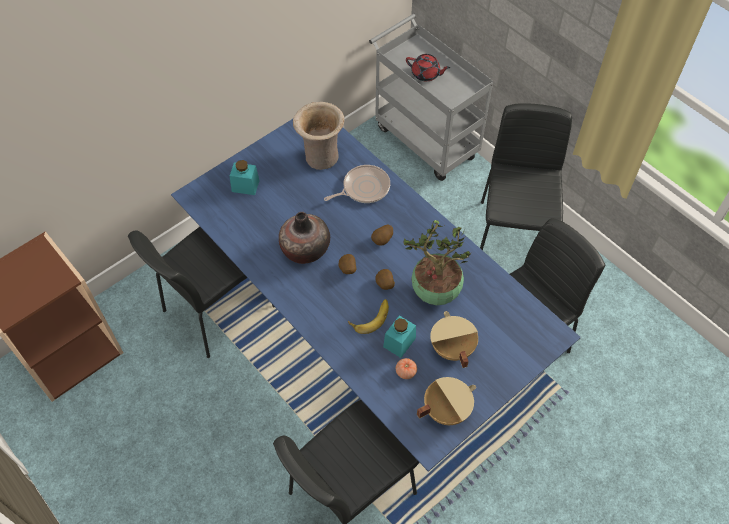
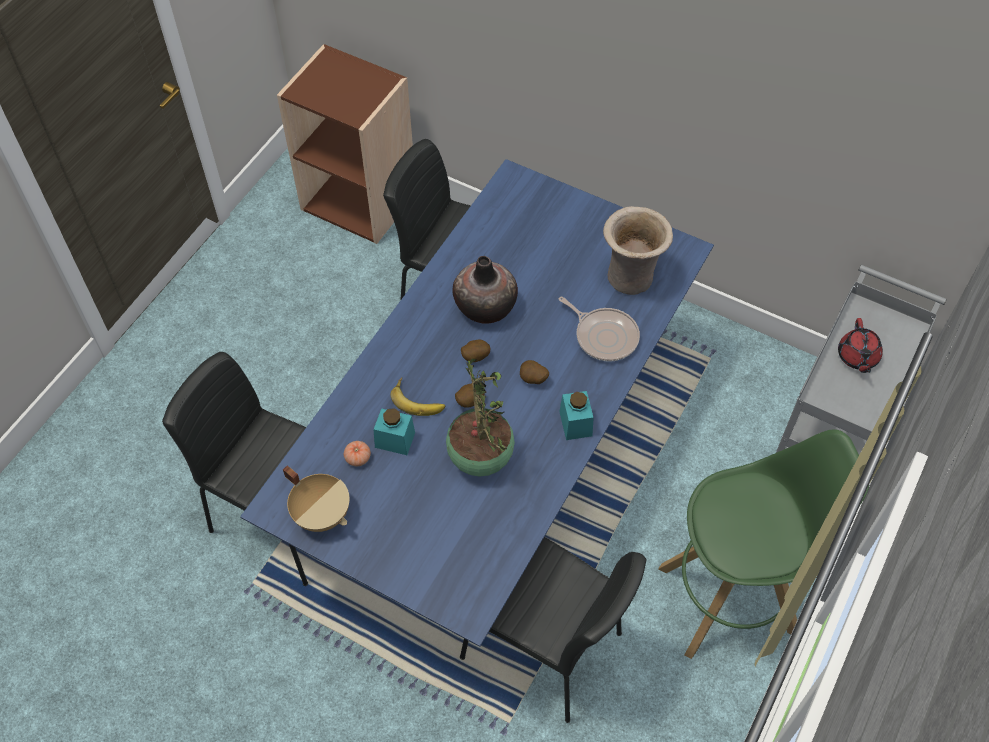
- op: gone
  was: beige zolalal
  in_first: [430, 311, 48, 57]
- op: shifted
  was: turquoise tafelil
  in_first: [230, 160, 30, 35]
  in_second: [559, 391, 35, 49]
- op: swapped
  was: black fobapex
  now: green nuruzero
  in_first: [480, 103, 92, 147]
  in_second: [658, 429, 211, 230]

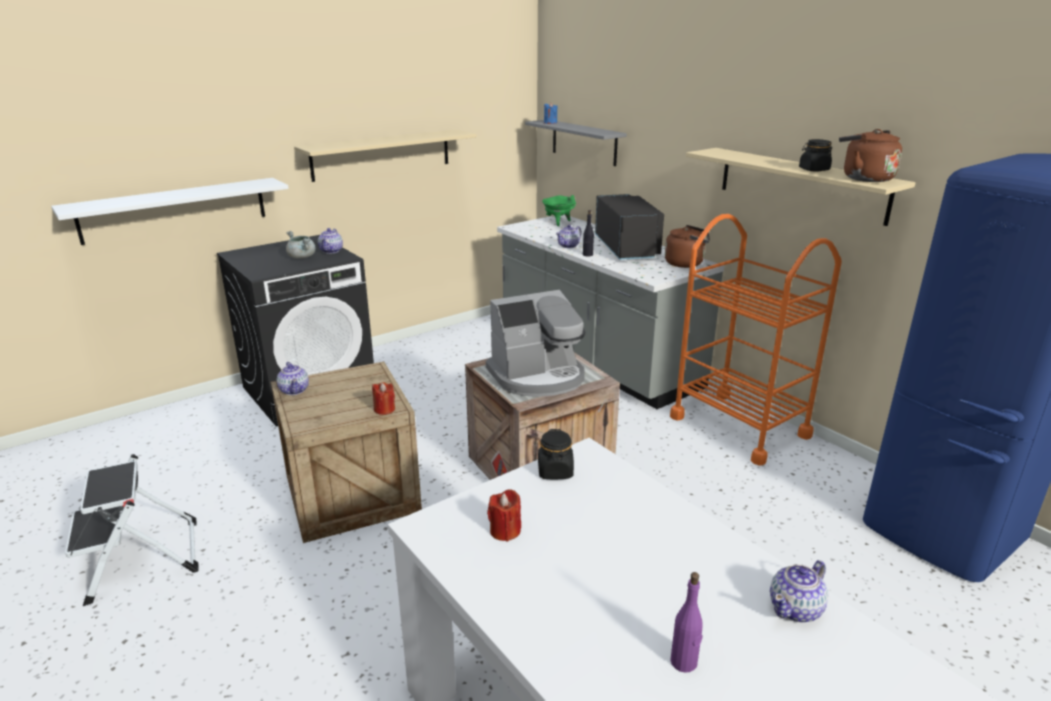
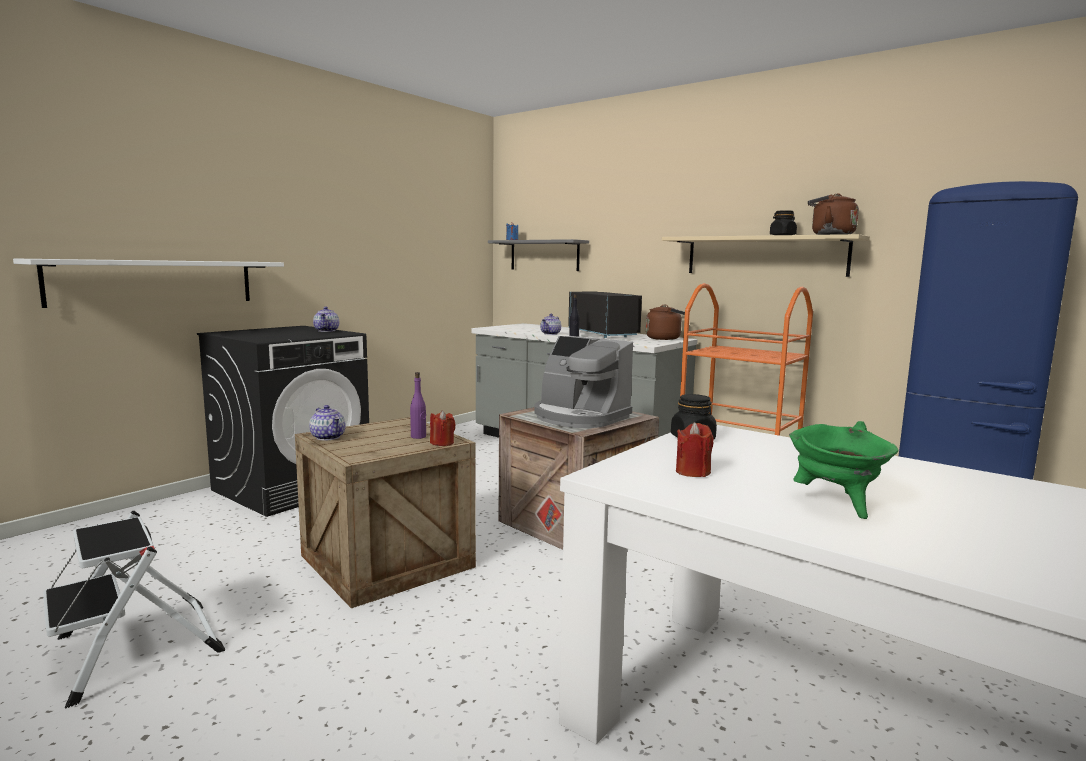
- op: gone
  was: grey zolalal
  in_first: [286, 231, 30, 28]
- op: gone
  was: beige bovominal
  in_first: [294, 129, 183, 53]
- op: gone
  was: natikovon
  in_first: [770, 560, 58, 63]
- op: shifted
  was: green zolalal
  in_first: [542, 195, 34, 31]
  in_second: [789, 421, 109, 98]
- op: shifted
  was: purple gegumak
  in_first: [670, 572, 33, 101]
  in_second: [410, 372, 16, 67]
- op: rotated
  was: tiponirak
  in_first: [486, 290, 100, 107]
  in_second: [534, 336, 99, 92]
  clockwise: 75

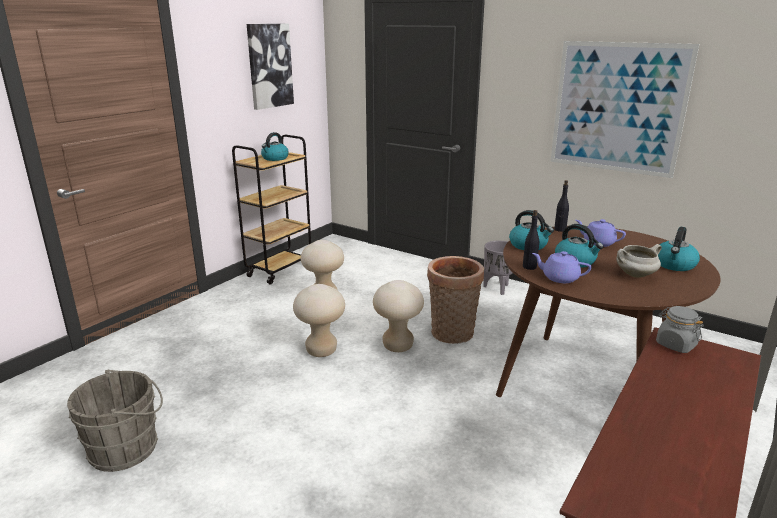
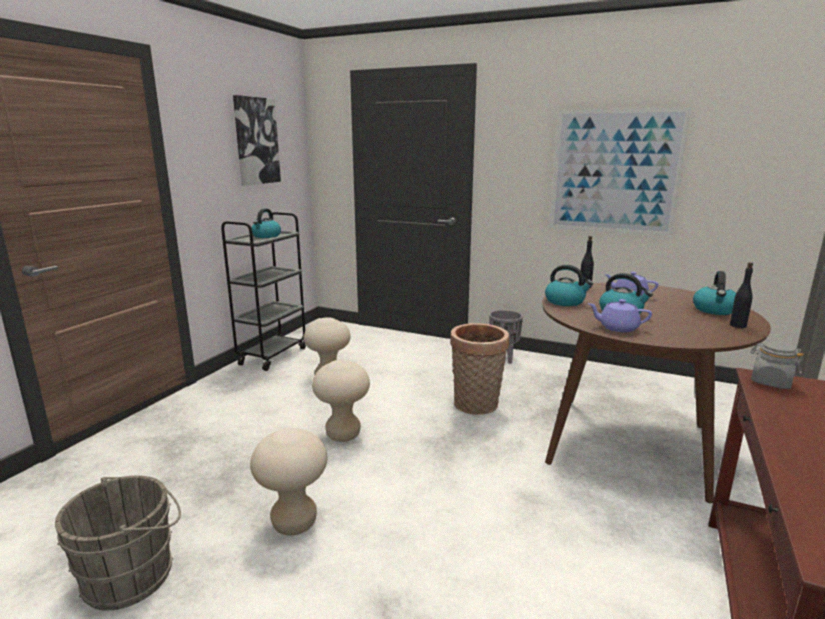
- op: gone
  was: white zolalal
  in_first: [616, 244, 46, 34]
- op: shifted
  was: beige nuruzero
  in_first: [373, 280, 51, 72]
  in_second: [250, 428, 77, 107]
- op: shifted
  was: black gegumak
  in_first: [523, 210, 16, 60]
  in_second: [730, 262, 23, 66]
- op: repainted
  was: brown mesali
  now: grey mesali
  in_first: [232, 135, 79, 149]
  in_second: [221, 212, 85, 159]

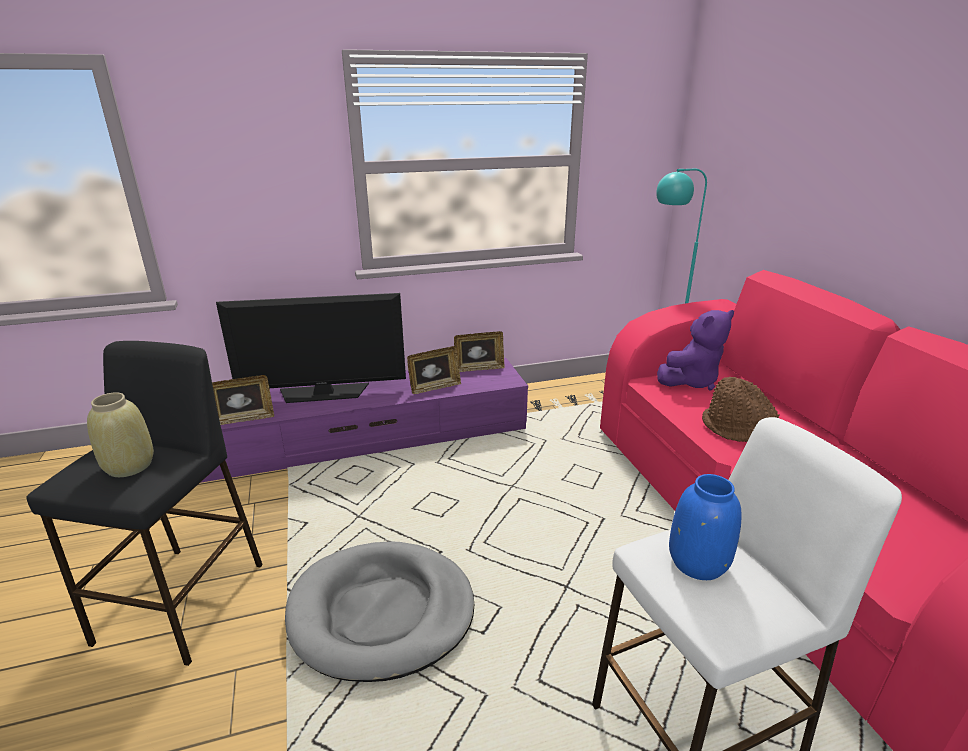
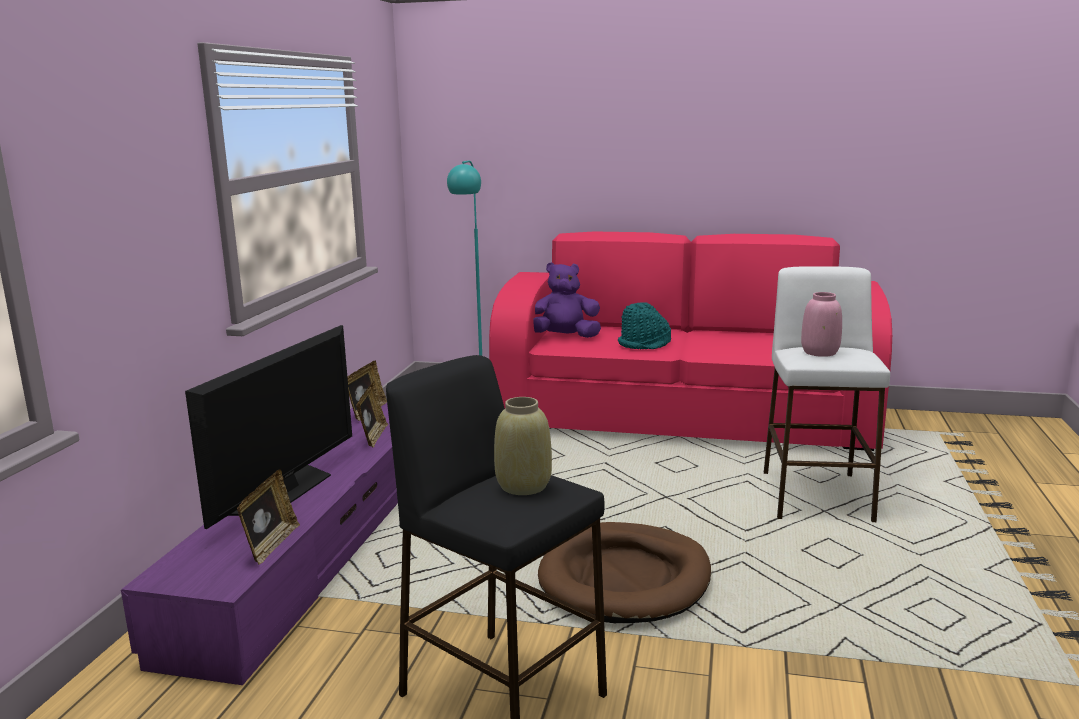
- op: repainted
  was: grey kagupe
  now: brown kagupe
  in_first: [285, 542, 189, 140]
  in_second: [538, 522, 173, 101]
- op: repainted
  was: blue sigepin
  now: pink sigepin
  in_first: [669, 474, 72, 106]
  in_second: [801, 292, 41, 65]
- op: repainted
  was: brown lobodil
  now: turquoise lobodil
  in_first: [702, 377, 77, 65]
  in_second: [618, 302, 53, 47]
- op: rotated
  was: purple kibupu
  in_first: [657, 310, 77, 80]
  in_second: [533, 262, 68, 76]
  clockwise: -90

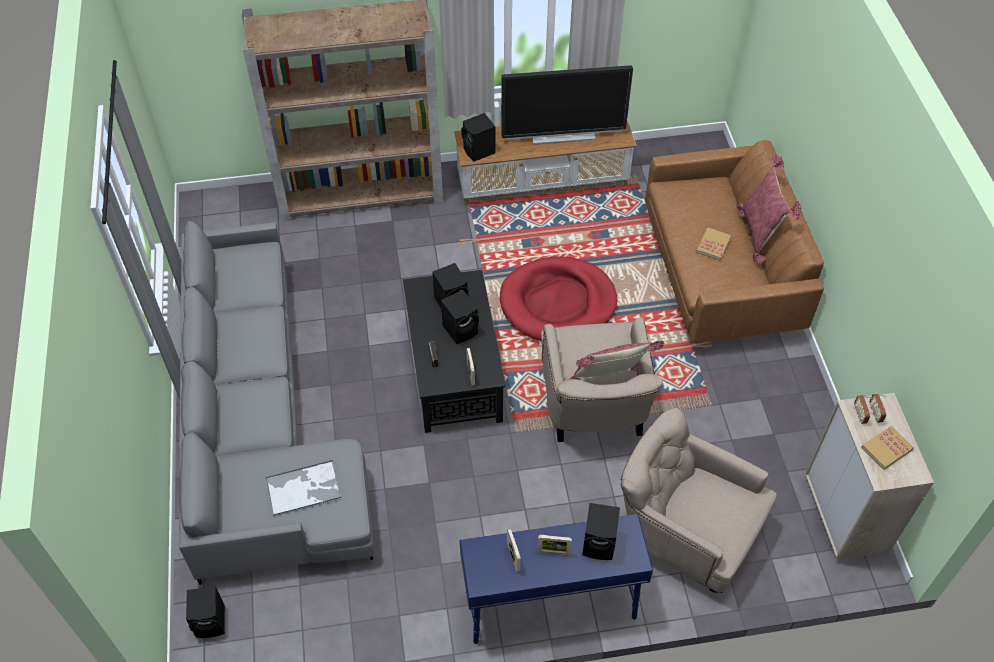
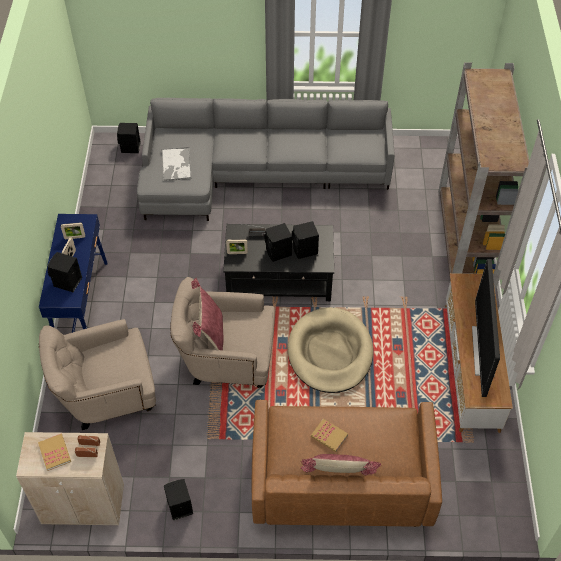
- op: shifted
  was: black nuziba
  in_first: [461, 113, 34, 49]
  in_second: [164, 479, 29, 41]
- op: repainted
  was: red kagupe
  now: beige kagupe
  in_first: [500, 256, 117, 85]
  in_second: [288, 308, 85, 85]
- op: rotated
  was: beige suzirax
  in_first: [621, 408, 156, 185]
  in_second: [39, 319, 117, 111]
  clockwise: -150

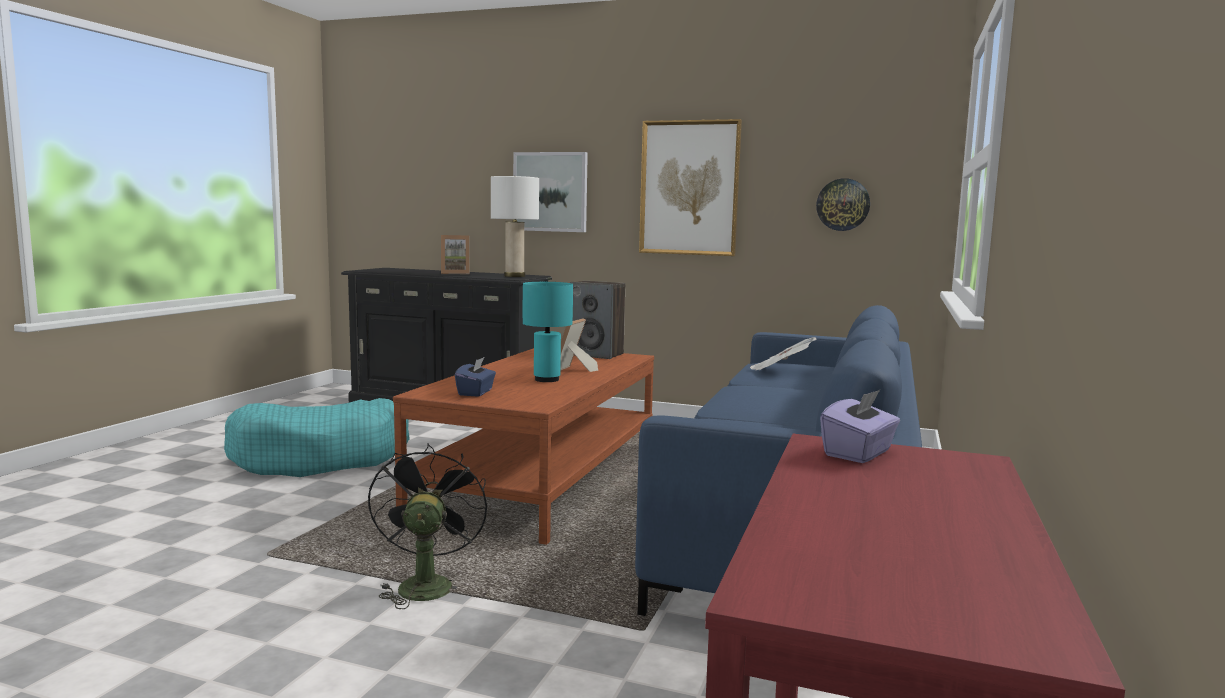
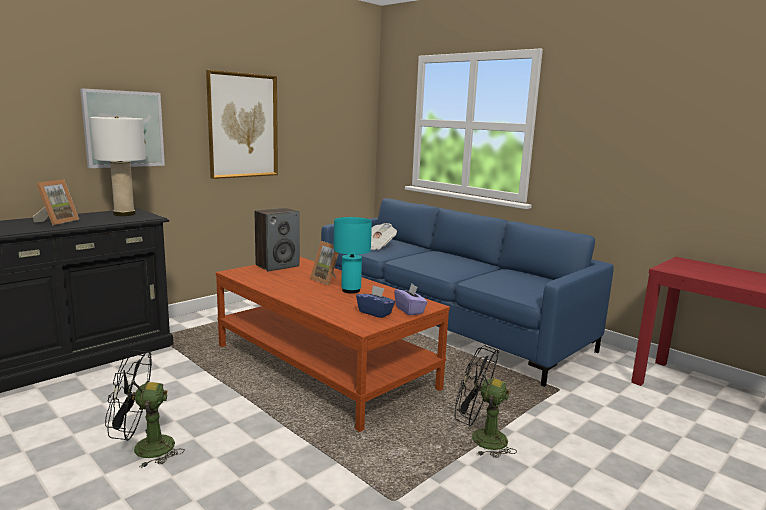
- op: gone
  was: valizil
  in_first: [816, 178, 54, 53]
- op: shifted
  was: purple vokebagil
  in_first: [820, 390, 80, 73]
  in_second: [394, 284, 34, 31]
- op: swapped
  was: turquoise kagupe
  now: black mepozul
  in_first: [224, 398, 186, 79]
  in_second: [105, 350, 80, 118]

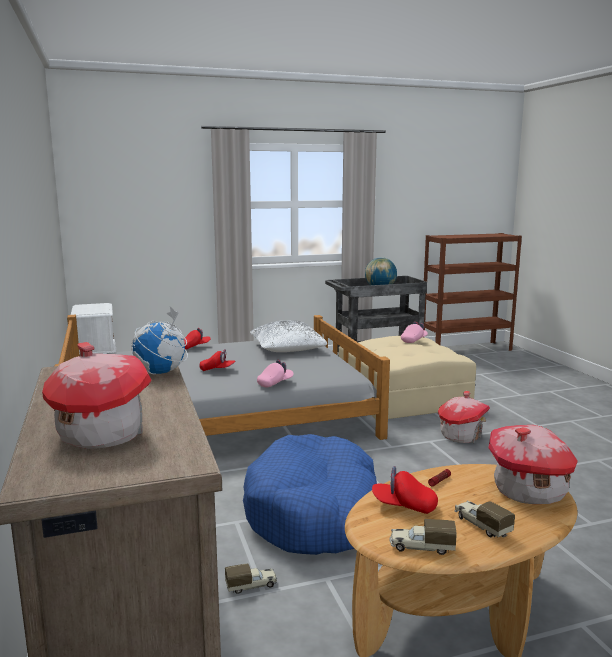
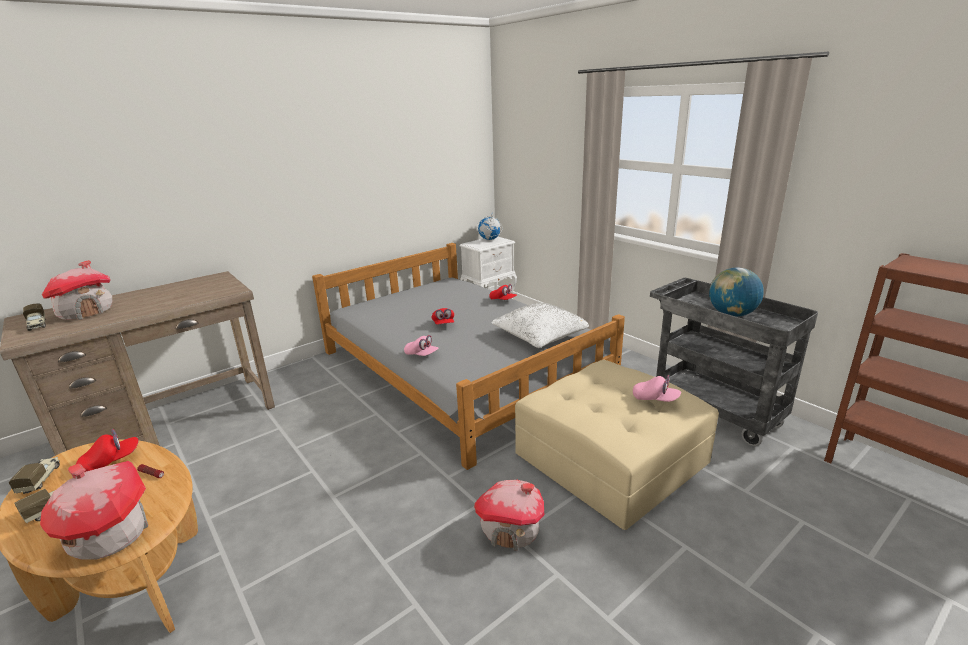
- op: gone
  was: blue kagupe
  in_first: [243, 434, 134, 121]
- op: shifted
  was: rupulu
  in_first: [131, 307, 57, 67]
  in_second: [477, 214, 26, 26]
- op: shifted
  was: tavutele
  in_first: [225, 563, 52, 31]
  in_second: [23, 304, 23, 27]
- op: rotated
  was: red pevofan
  in_first: [372, 466, 66, 48]
  in_second: [76, 429, 63, 43]
  clockwise: 60

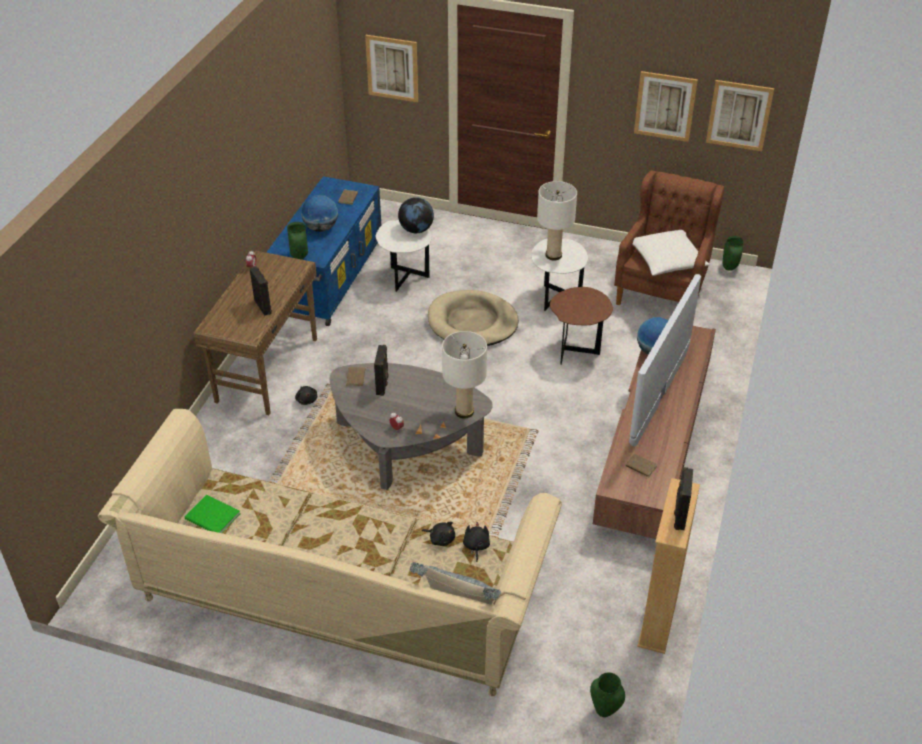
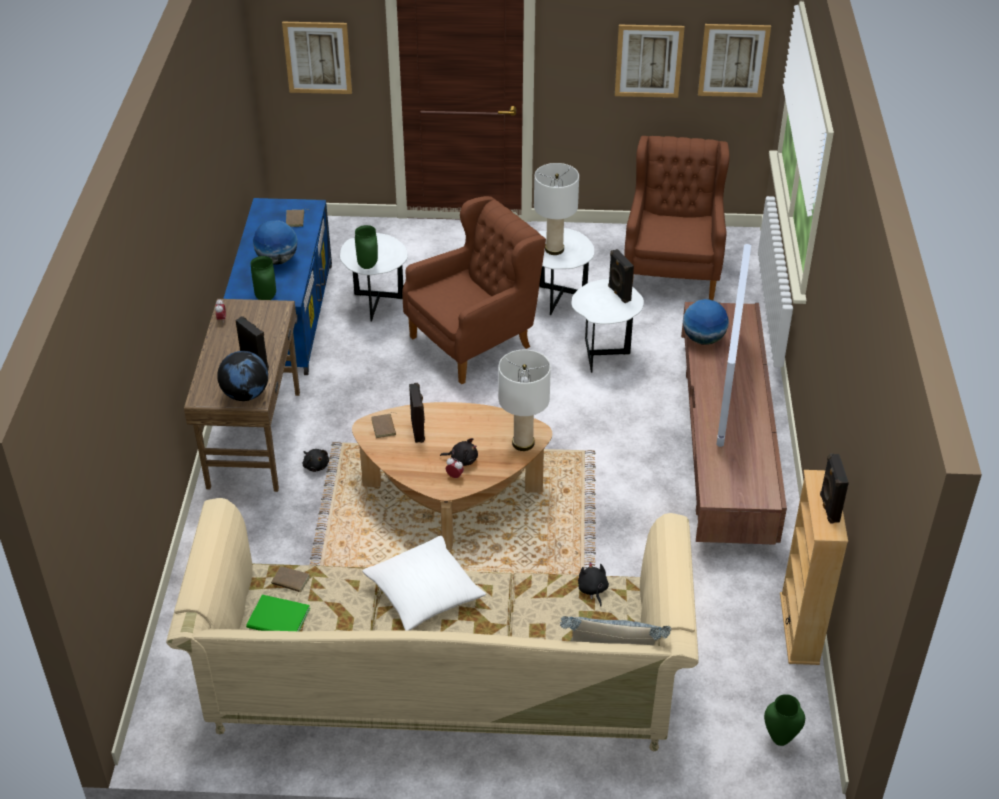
- op: new
  now: black nuziba
  in_second: [608, 249, 26, 54]
- op: shifted
  was: rupulu
  in_first: [398, 197, 36, 36]
  in_second: [217, 351, 51, 50]
- op: shifted
  was: black kibupu
  in_first: [422, 522, 33, 24]
  in_second: [440, 438, 38, 28]
- op: shifted
  was: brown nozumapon
  in_first: [626, 454, 31, 24]
  in_second: [271, 566, 39, 30]
- op: shifted
  was: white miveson
  in_first: [632, 230, 78, 46]
  in_second: [362, 536, 124, 94]
- op: shifted
  was: green sigepin
  in_first: [722, 236, 21, 35]
  in_second: [355, 225, 23, 44]
- op: swapped
  was: beige kagupe
  now: brown suzirax
  in_first: [428, 290, 91, 56]
  in_second: [402, 196, 144, 189]
- op: repainted
  was: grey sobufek
  now: brown sobufek
  in_first: [330, 363, 163, 127]
  in_second: [352, 402, 200, 148]
- op: repainted
  was: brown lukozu
  now: white lukozu
  in_first: [550, 287, 63, 78]
  in_second: [571, 279, 73, 94]

